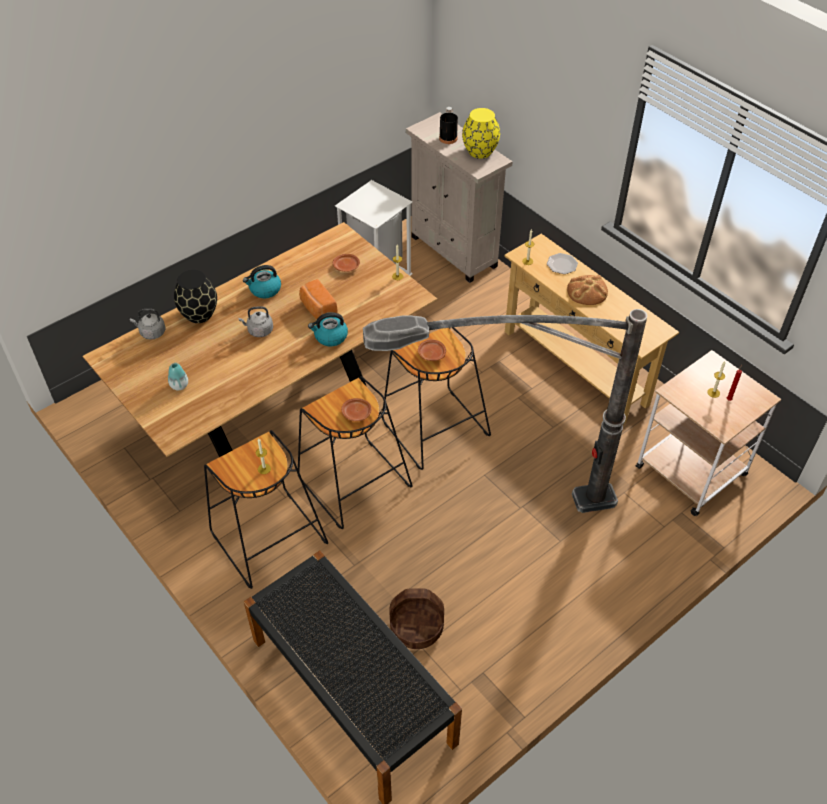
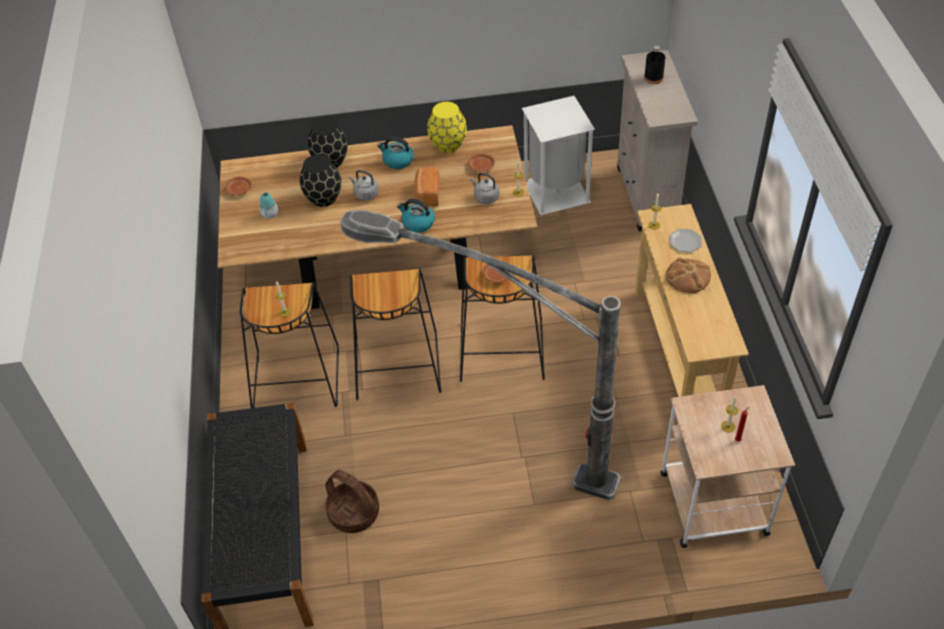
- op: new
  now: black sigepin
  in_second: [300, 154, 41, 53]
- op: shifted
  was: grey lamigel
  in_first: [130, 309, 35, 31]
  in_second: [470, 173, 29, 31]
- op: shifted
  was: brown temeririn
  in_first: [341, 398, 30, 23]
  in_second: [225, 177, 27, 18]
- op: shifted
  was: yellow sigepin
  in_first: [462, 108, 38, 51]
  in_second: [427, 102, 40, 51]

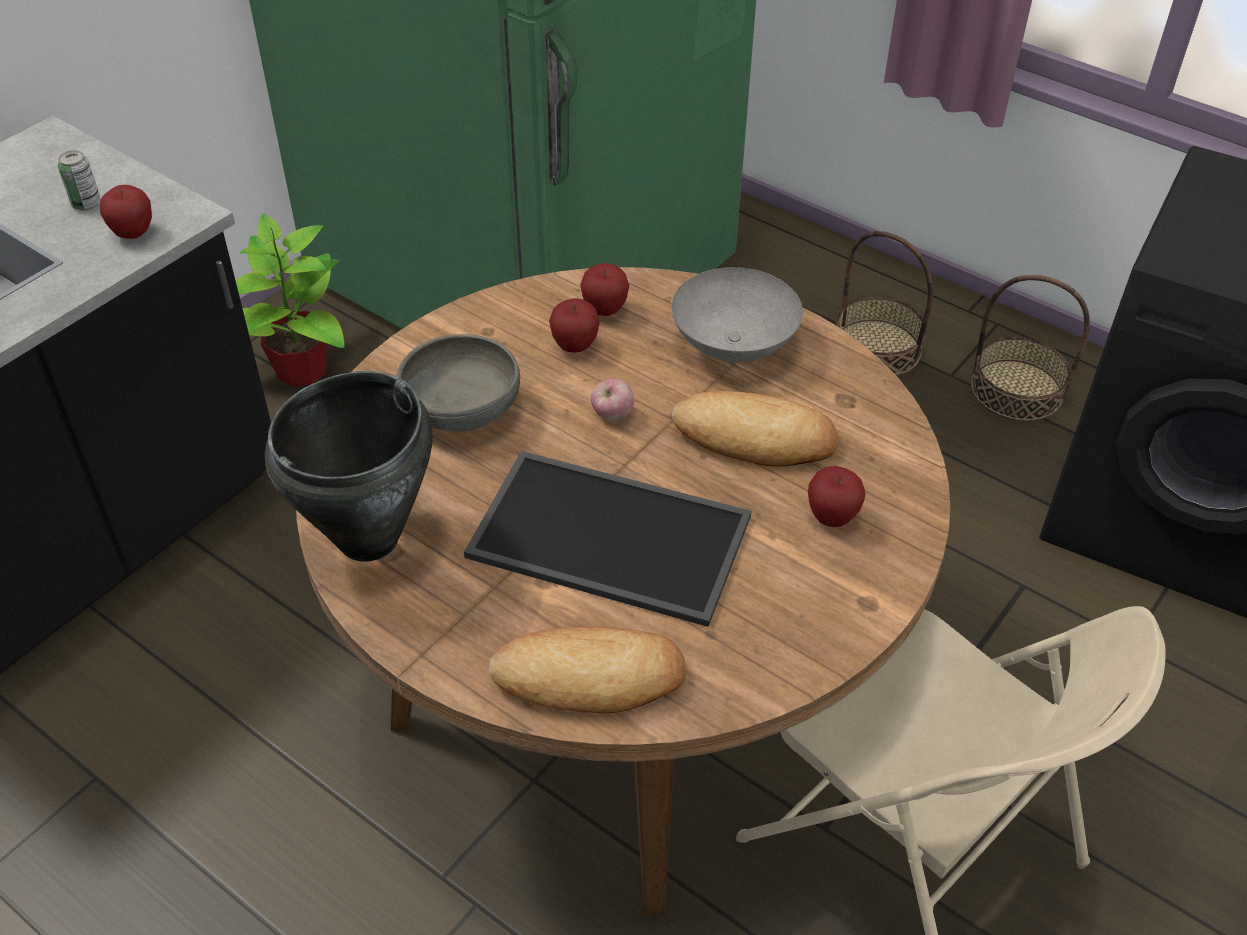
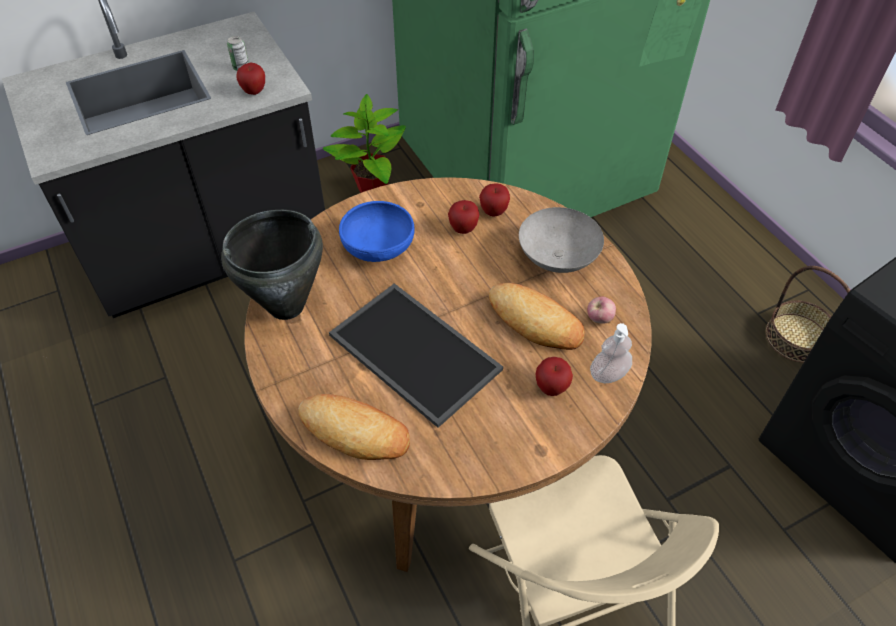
- op: gone
  was: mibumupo
  in_first: [836, 231, 97, 145]
- op: new
  now: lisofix
  in_second: [590, 323, 42, 60]
- op: shifted
  was: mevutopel
  in_first: [591, 379, 43, 41]
  in_second: [587, 297, 29, 27]
- op: repainted
  was: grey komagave
  now: blue komagave
  in_first: [397, 334, 123, 98]
  in_second: [339, 201, 76, 61]

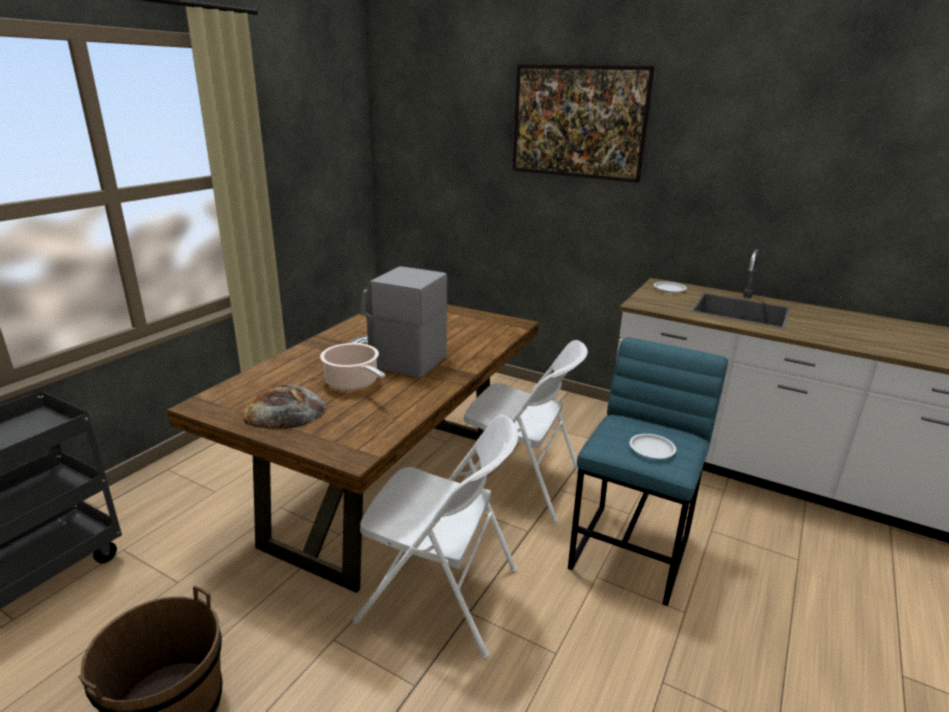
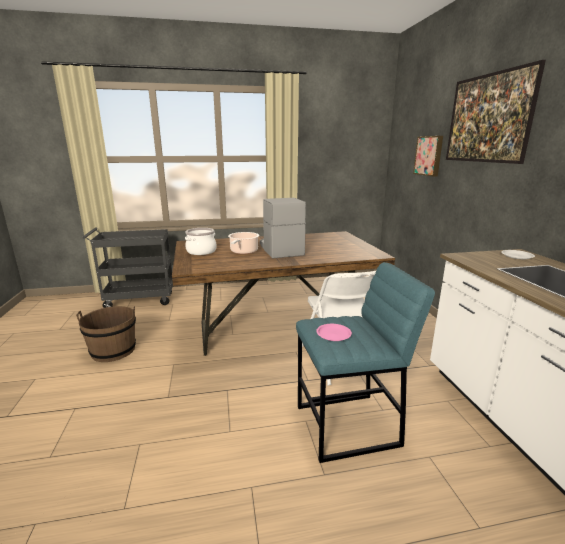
- op: gone
  was: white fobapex
  in_first: [353, 415, 165, 245]
- op: new
  now: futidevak
  in_second: [413, 136, 30, 41]
- op: swapped
  was: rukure
  now: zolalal
  in_first: [242, 385, 86, 44]
  in_second: [185, 228, 32, 27]
- op: repainted
  was: white temeririn
  now: pink temeririn
  in_first: [629, 434, 47, 25]
  in_second: [316, 324, 36, 17]

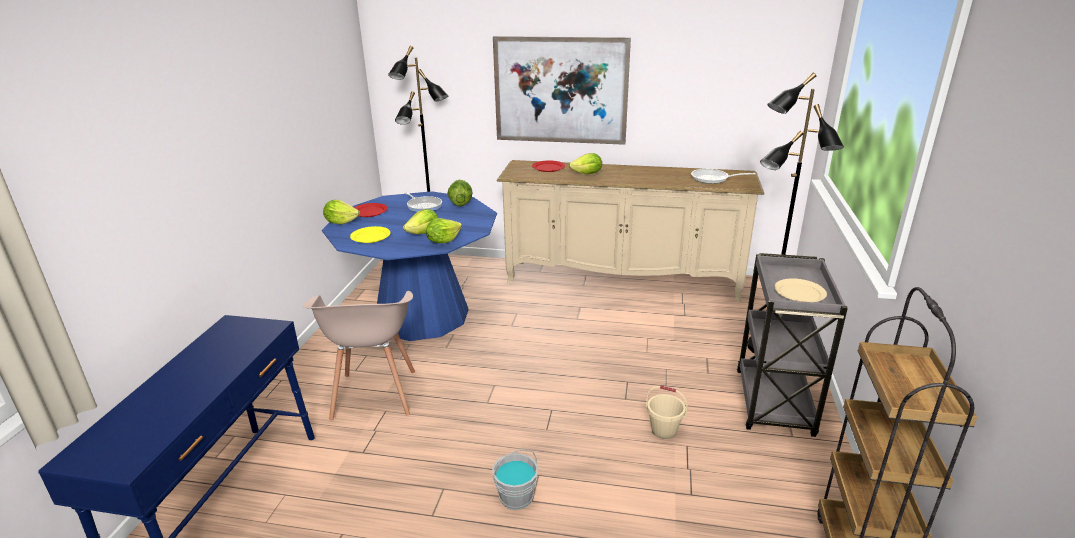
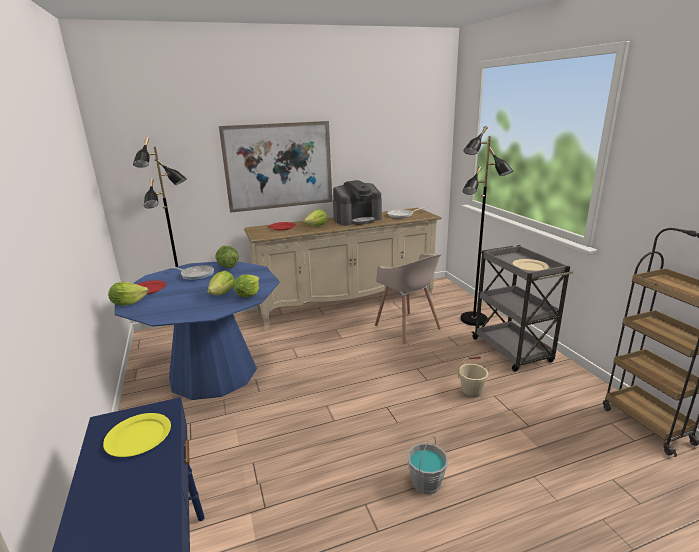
- op: new
  now: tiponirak
  in_second: [333, 180, 49, 46]
- op: shifted
  was: beige fobapex
  in_first: [303, 291, 112, 129]
  in_second: [375, 254, 67, 90]
- op: shifted
  was: yellow temeririn
  in_first: [350, 226, 41, 17]
  in_second: [103, 413, 68, 44]

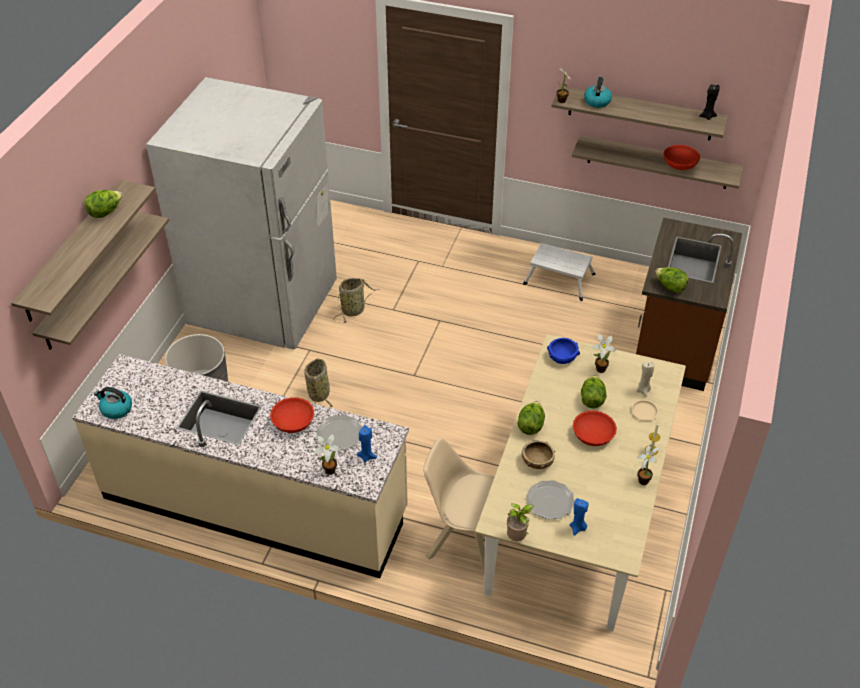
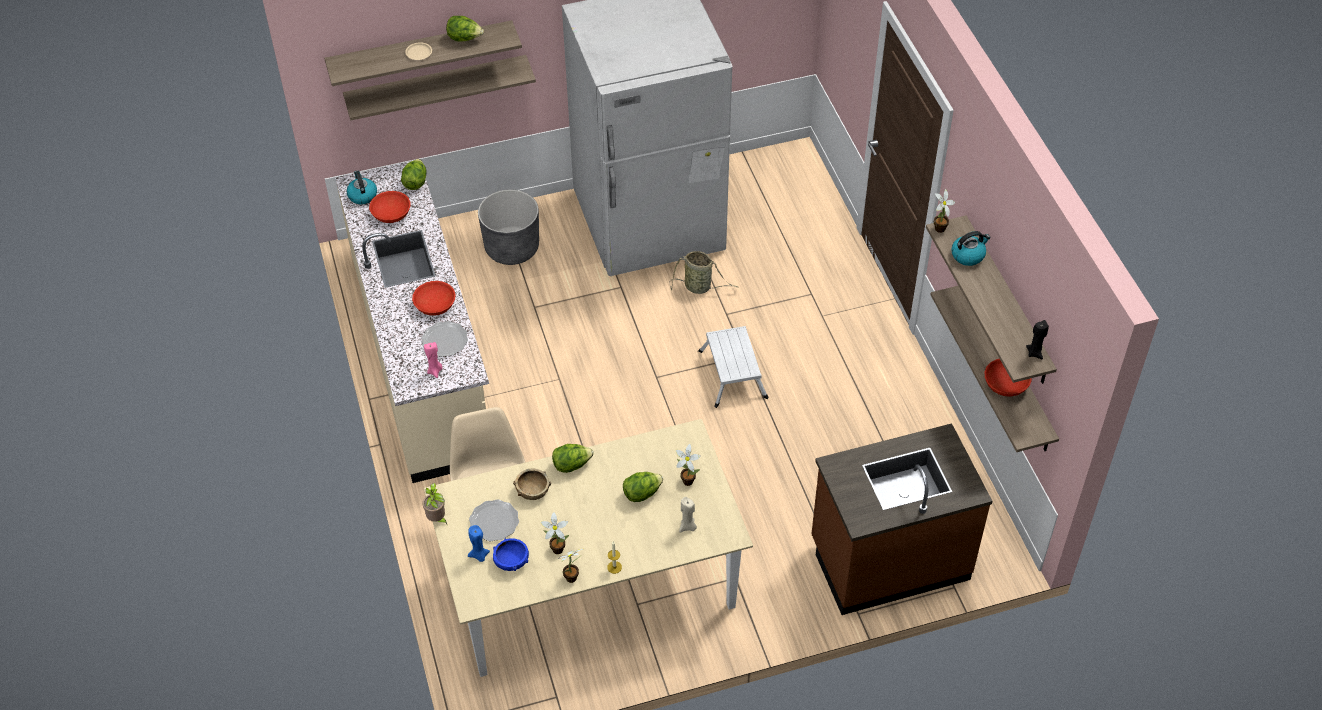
- op: gone
  was: mibumupo
  in_first: [304, 358, 29, 50]
- op: shifted
  was: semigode
  in_first: [314, 434, 27, 41]
  in_second: [541, 512, 28, 42]
- op: shifted
  was: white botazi
  in_first: [523, 243, 73, 58]
  in_second: [698, 326, 71, 82]
- op: shifted
  was: blue komagave
  in_first: [547, 338, 33, 26]
  in_second: [493, 538, 36, 33]
- op: shifted
  was: red komagave
  in_first: [573, 411, 44, 35]
  in_second: [369, 191, 42, 32]
- op: shifted
  was: beige temeririn
  in_first: [631, 400, 28, 20]
  in_second: [405, 42, 27, 18]
- op: shifted
  was: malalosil
  in_first: [655, 267, 34, 26]
  in_second: [401, 159, 26, 31]
- op: repainted
  was: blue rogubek
  now: pink rogubek
  in_first: [356, 425, 21, 37]
  in_second: [424, 342, 19, 36]

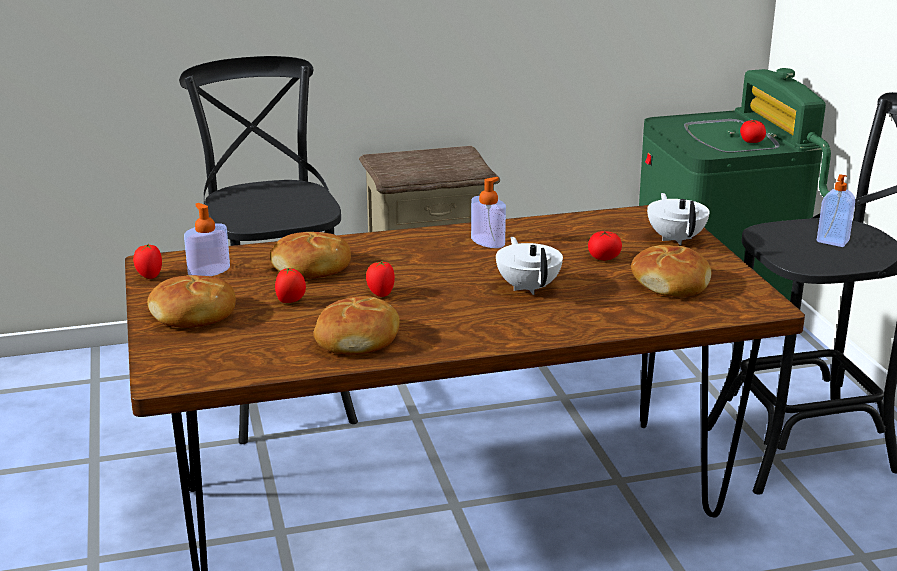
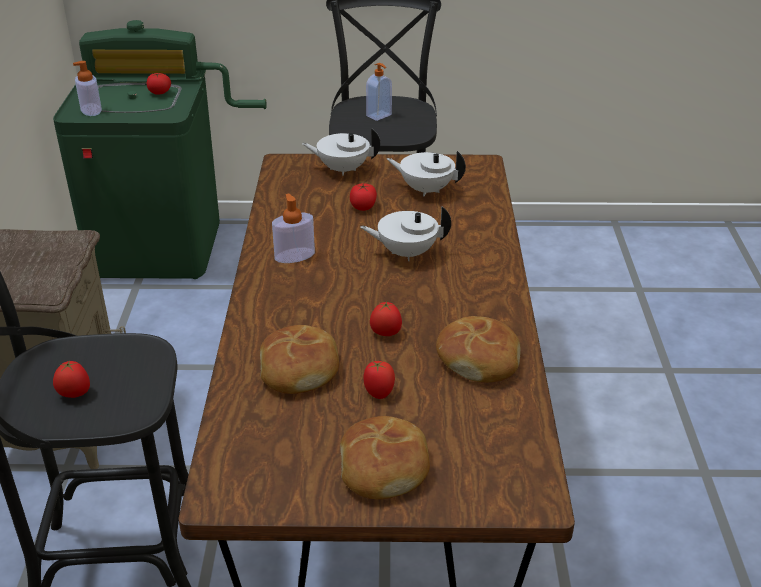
- op: shifted
  was: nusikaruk
  in_first: [133, 244, 29, 35]
  in_second: [53, 360, 37, 38]
- op: shifted
  was: lisofix
  in_first: [184, 203, 46, 73]
  in_second: [73, 61, 29, 55]
- op: swapped
  was: rukure
  now: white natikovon
  in_first: [631, 245, 81, 52]
  in_second: [387, 151, 79, 45]

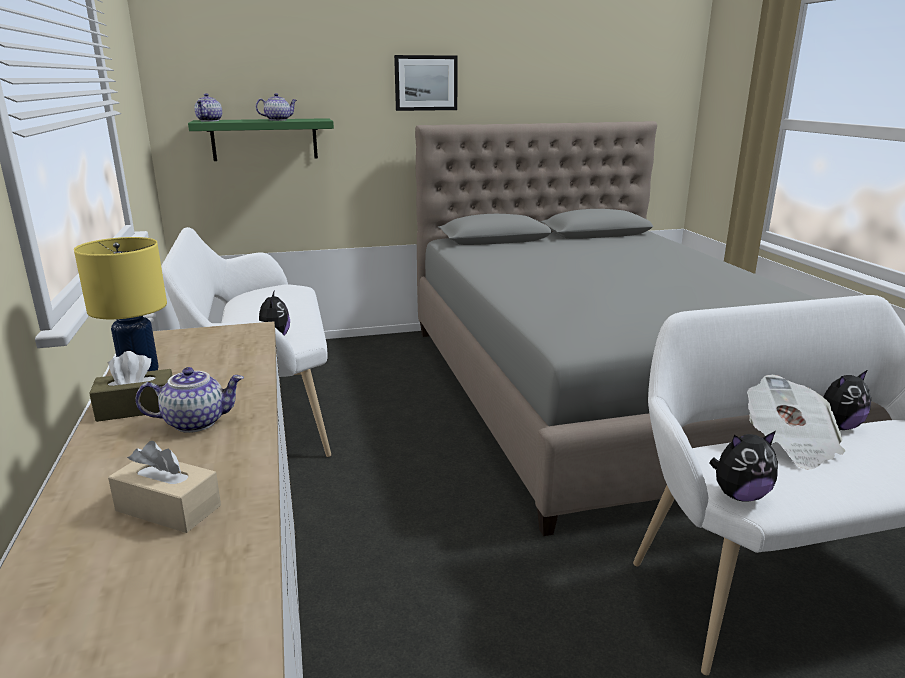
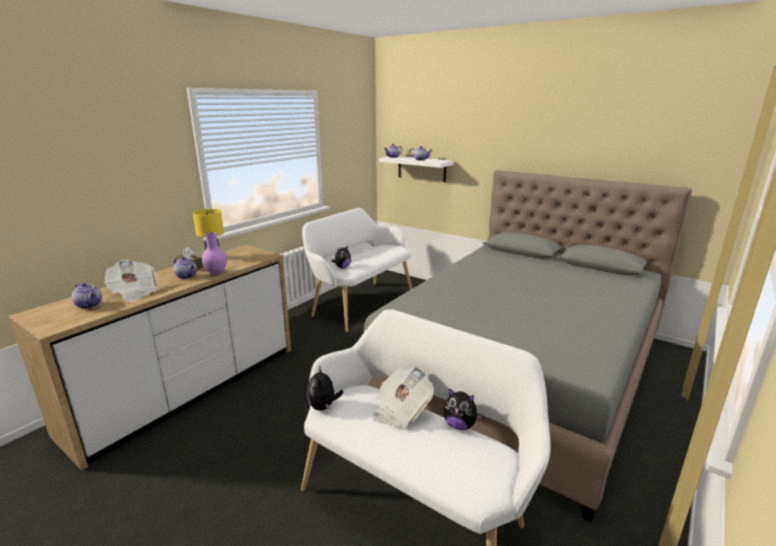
- op: gone
  was: futidevak
  in_first: [394, 55, 63, 56]
- op: new
  now: natikovon
  in_second: [72, 283, 30, 26]
- op: new
  now: purple sigepin
  in_second: [202, 232, 25, 42]
- op: swapped
  was: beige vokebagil
  now: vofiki
  in_first: [108, 441, 113, 92]
  in_second: [104, 260, 53, 42]
- op: repainted
  was: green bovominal
  now: white bovominal
  in_first: [188, 118, 146, 43]
  in_second: [379, 156, 75, 26]
- op: rotated
  was: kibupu
  in_first: [709, 431, 69, 71]
  in_second: [307, 366, 36, 44]
  clockwise: 45

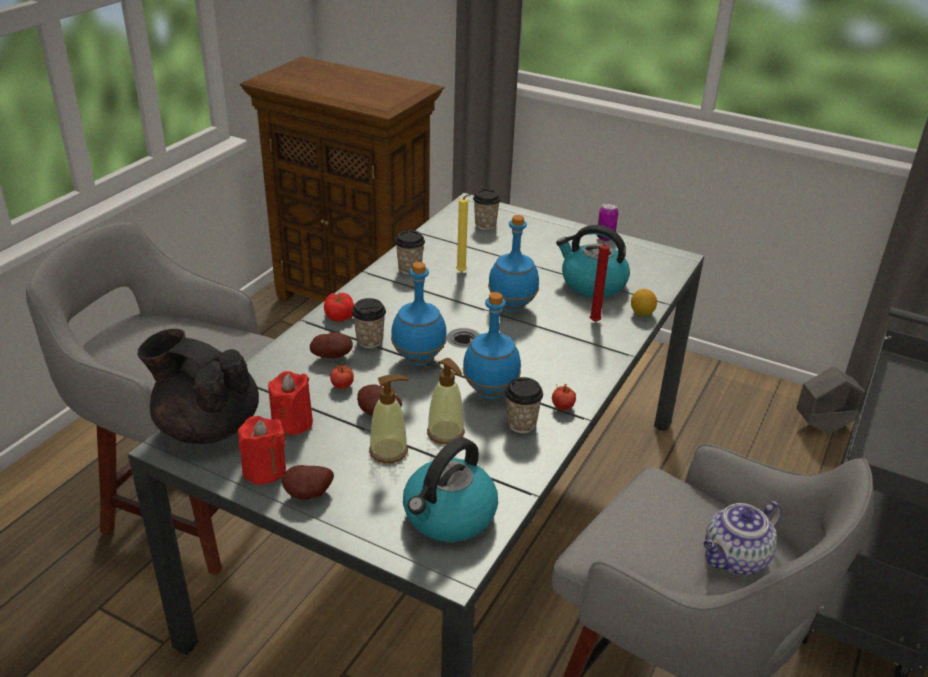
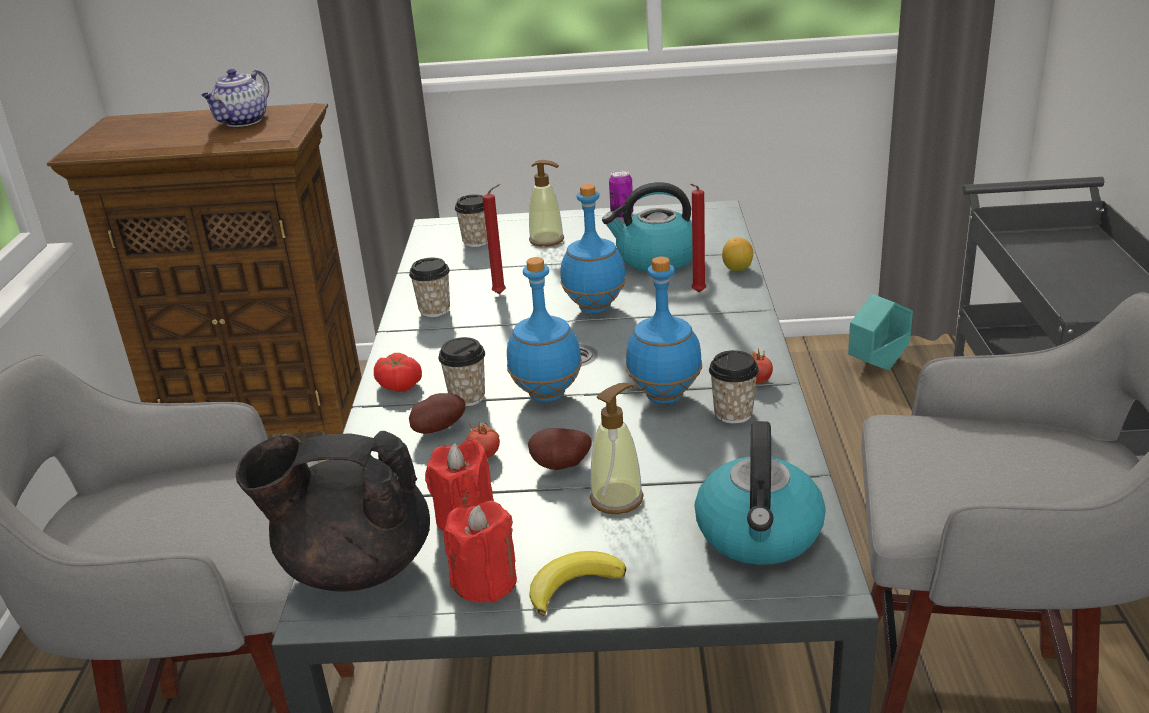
- op: shifted
  was: lisofix
  in_first: [427, 358, 38, 86]
  in_second: [529, 160, 35, 87]
- op: shifted
  was: natikovon
  in_first: [703, 501, 79, 74]
  in_second: [201, 69, 68, 58]
- op: swapped
  was: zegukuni
  now: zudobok
  in_first: [282, 465, 52, 35]
  in_second: [529, 551, 97, 65]
- op: repainted
  was: yellow rogubek
  now: red rogubek
  in_first: [456, 194, 16, 78]
  in_second: [483, 184, 23, 110]
- op: repainted
  was: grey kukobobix
  now: turquoise kukobobix
  in_first: [796, 367, 69, 68]
  in_second: [848, 294, 65, 76]

